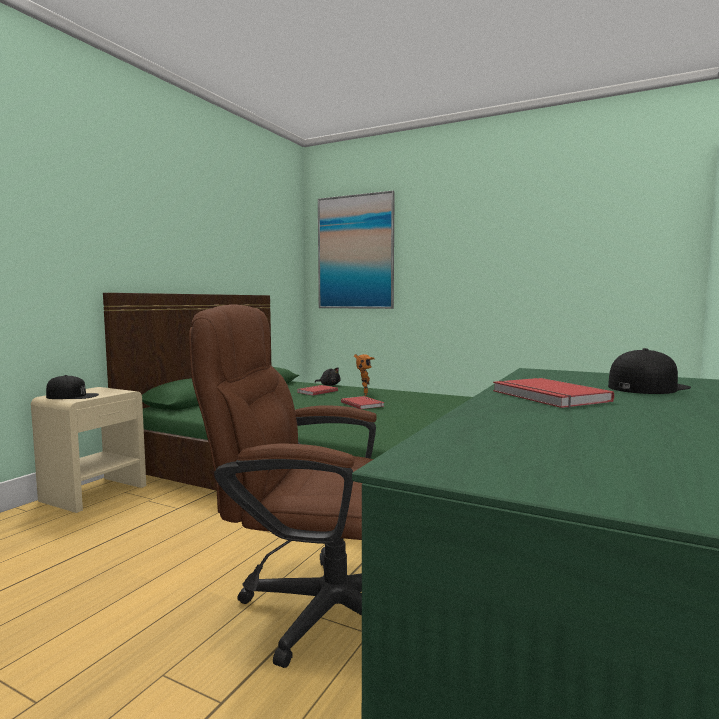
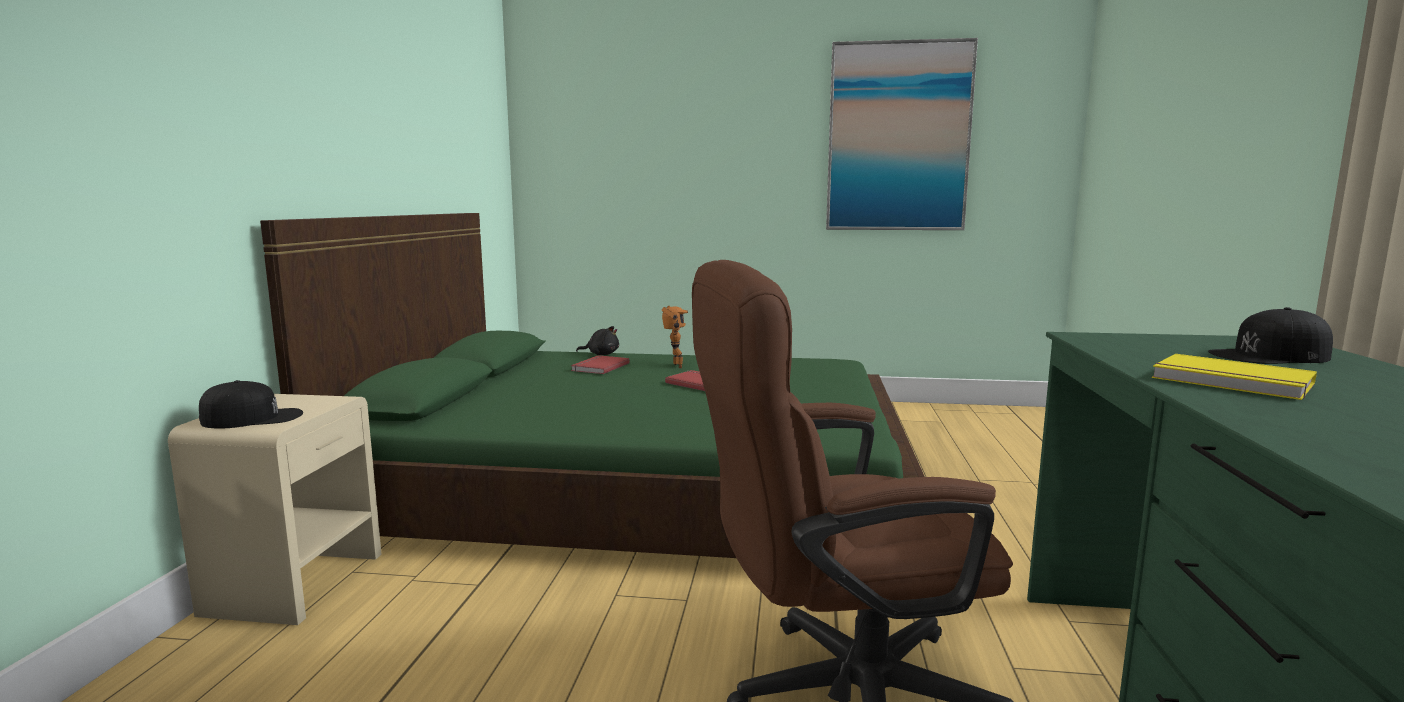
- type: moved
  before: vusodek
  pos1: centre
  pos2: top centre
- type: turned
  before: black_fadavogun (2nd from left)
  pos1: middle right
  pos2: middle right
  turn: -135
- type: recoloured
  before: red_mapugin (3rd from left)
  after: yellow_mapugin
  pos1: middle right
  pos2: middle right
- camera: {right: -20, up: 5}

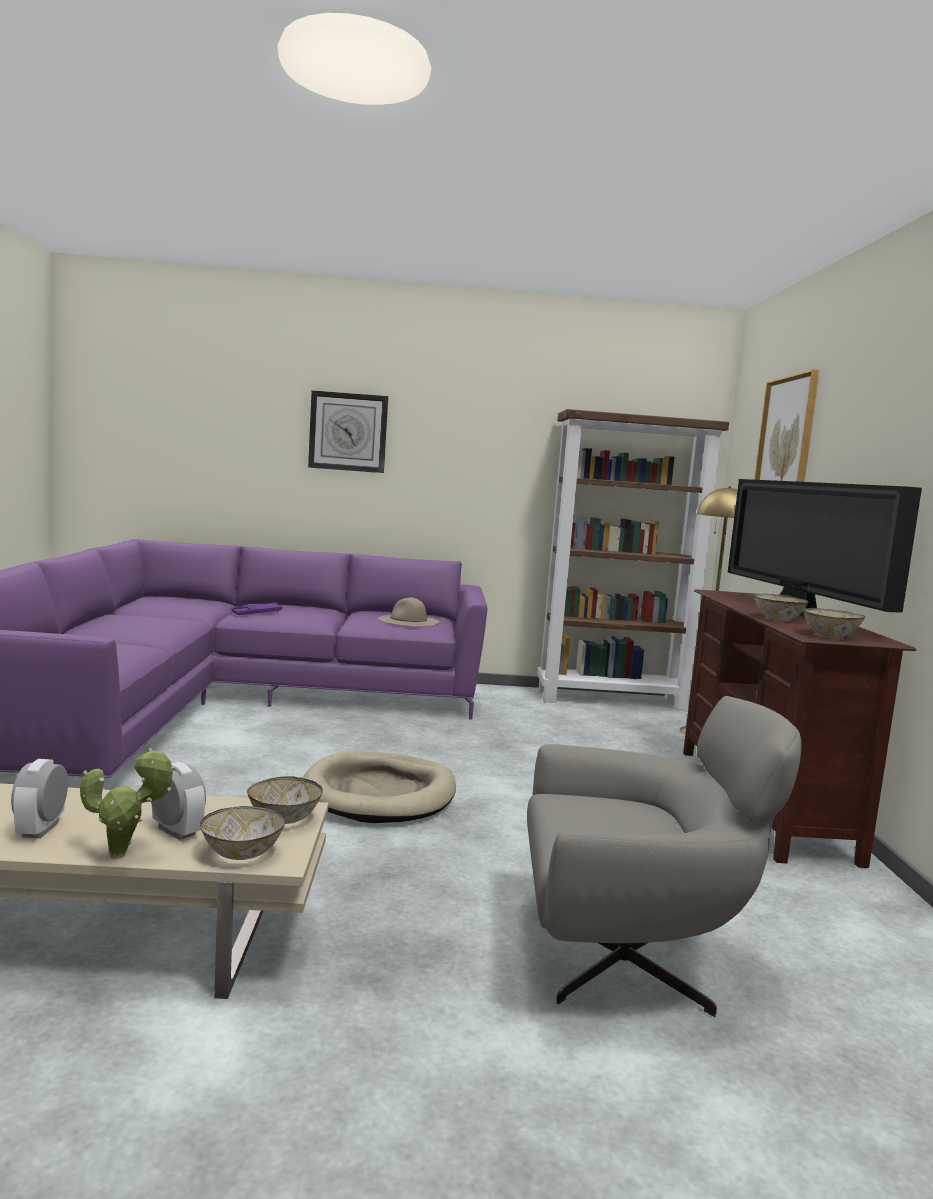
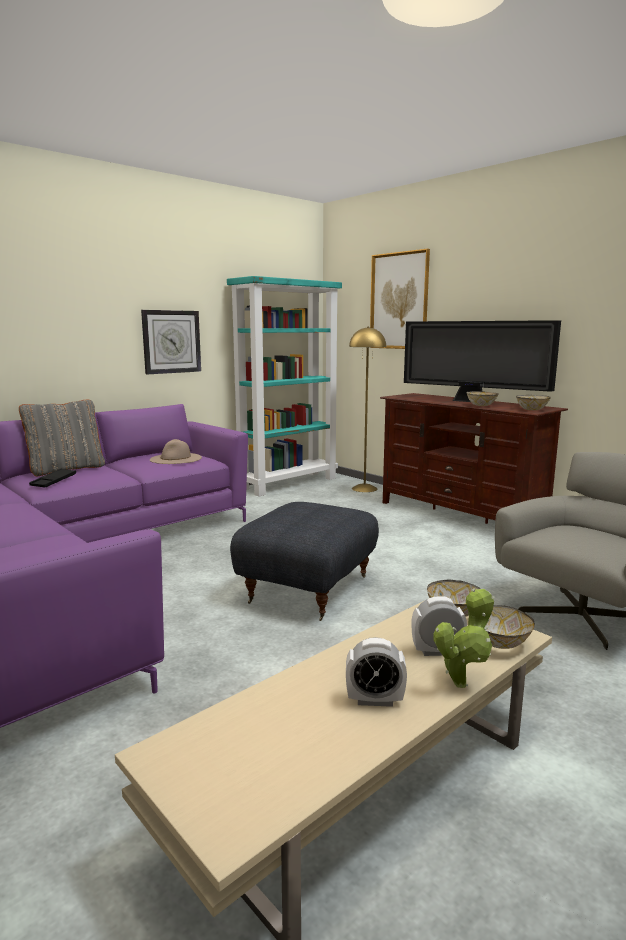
- type: moved
  before: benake
  pos1: centre
  pos2: middle left
- type: recoloured
  before: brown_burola
  after: turquoise_burola
  pos1: middle right
  pos2: centre
- type: recoloured
  before: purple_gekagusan
  after: black_gekagusan
  pos1: middle left
  pos2: middle left
- type: replaced
  before: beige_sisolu
  after: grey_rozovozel
  pos1: centre
  pos2: centre
- type: turned
  before: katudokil (1st from left)
  pos1: middle left
  pos2: bottom centre
  turn: -45
- type: added
  after: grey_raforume
  pos2: middle left
- camera: {right: -40, up: 5}

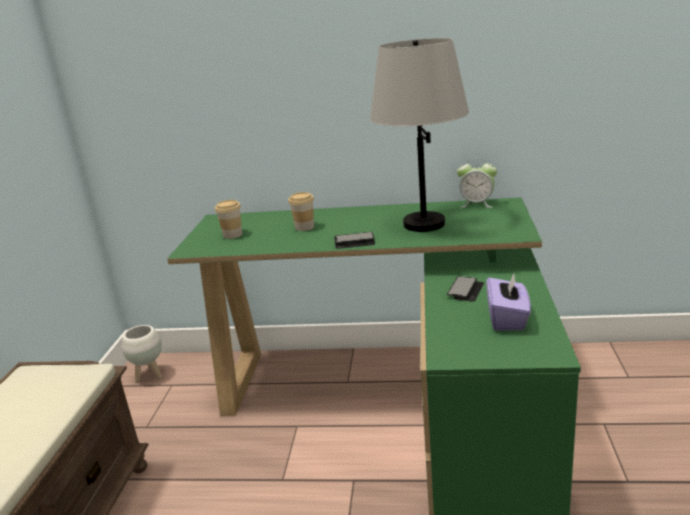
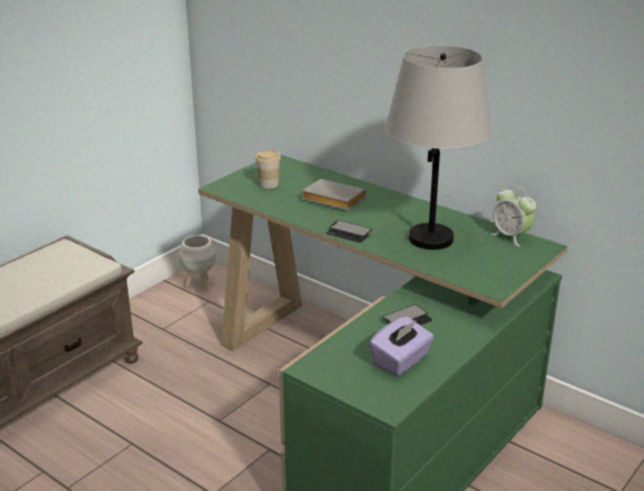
- type: replaced
  before: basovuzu (2nd from left)
  after: grey_mapugin
  pos1: centre
  pos2: centre
- camera: {right: 30, up: 5}

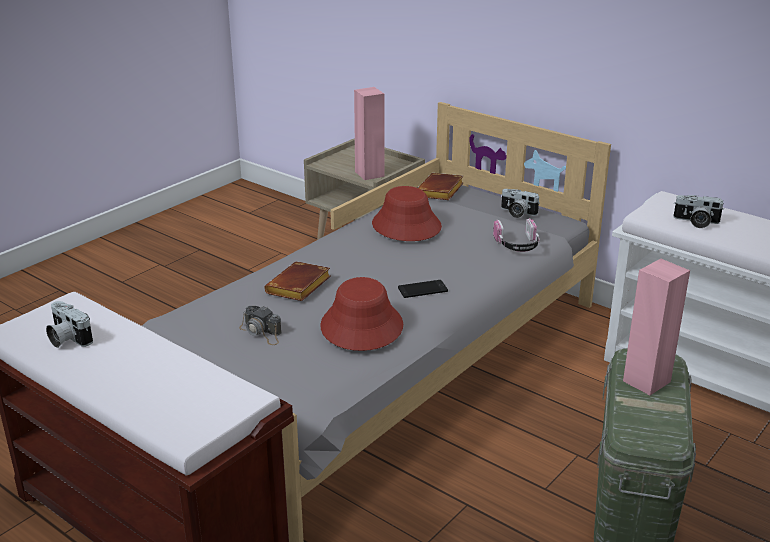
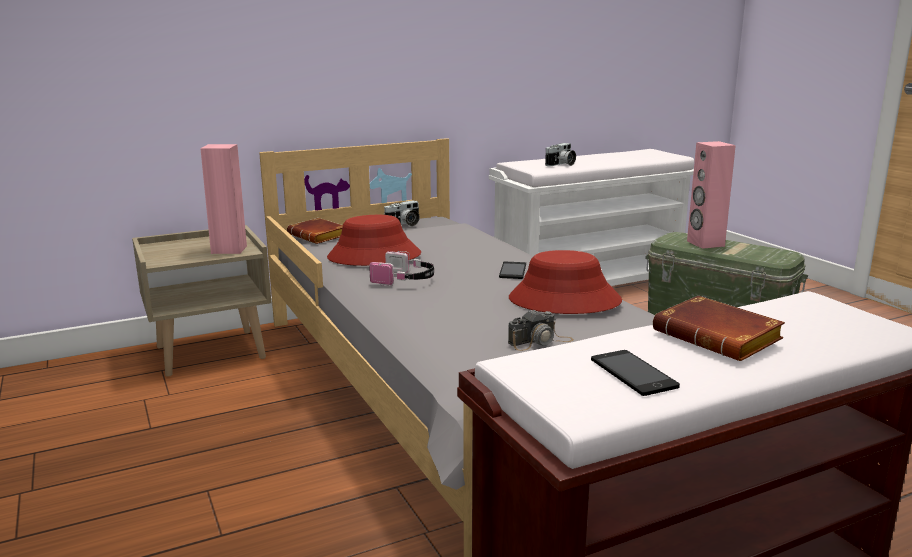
- type: moved
  before: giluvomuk
  pos1: middle right
  pos2: centre
- type: moved
  before: brown_mapugin (1st from left in the first image)
  after: brown_mapugin (2nd from left)
  pos1: centre
  pos2: middle right
- type: replaced
  before: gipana (1st from left)
  after: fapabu (2nd from left)
  pos1: middle left
  pos2: bottom right
- camera: {right: -65, up: -10}

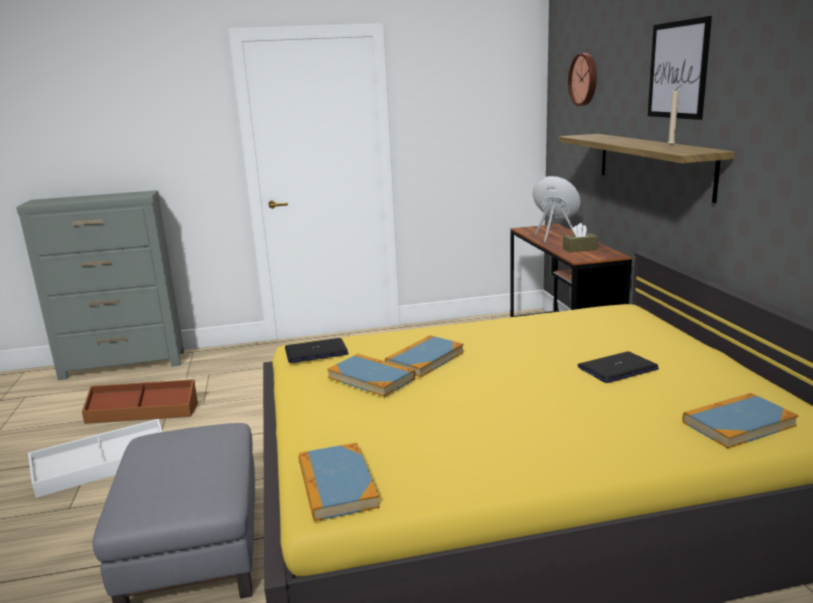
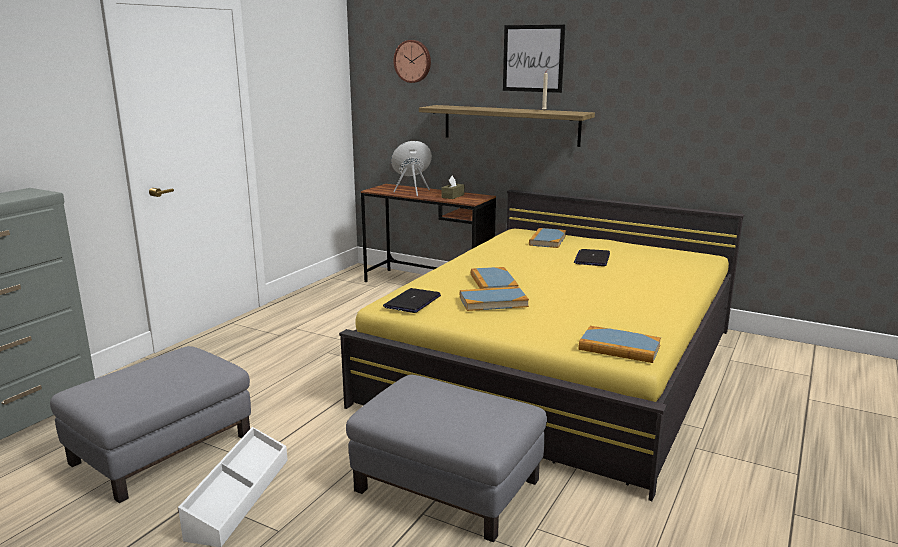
- type: replaced
  before: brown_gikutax
  after: grey_rozovozel (1st from left)
  pos1: middle left
  pos2: bottom left
- type: moved
  before: mapugin (4th from left in the first image)
  after: mapugin (3rd from left)
  pos1: bottom right
  pos2: centre
- camera: {right: -50, up: 0}

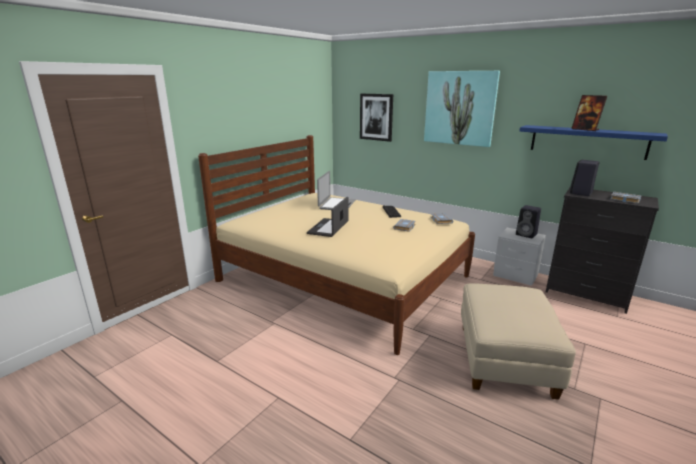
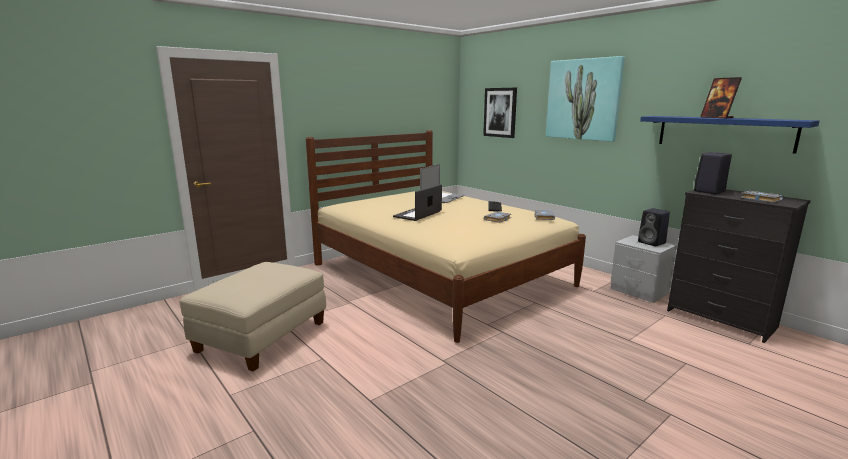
- type: moved
  before: beige_rozovozel
  pos1: bottom right
  pos2: bottom left
- camera: {right: 15, up: -5}

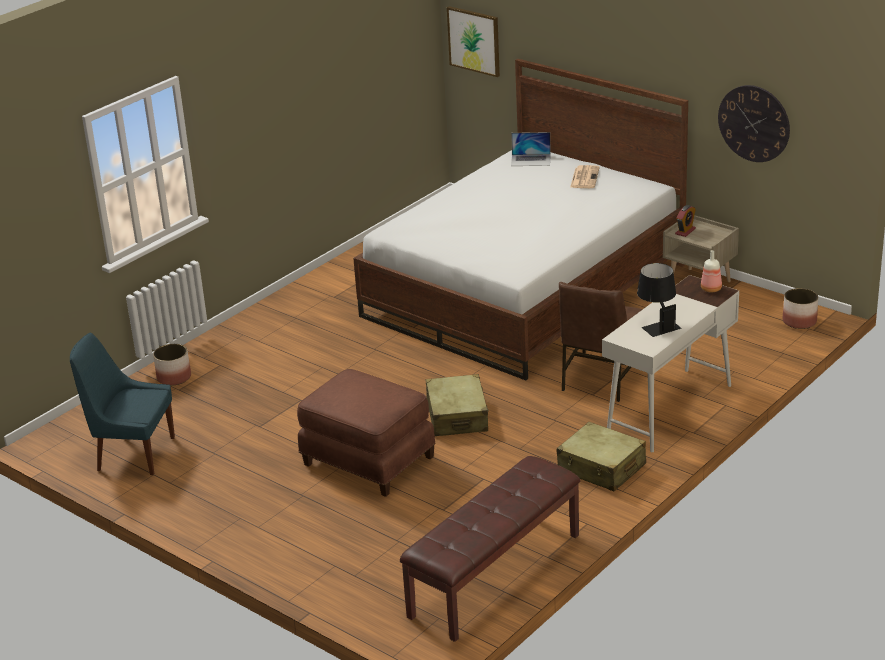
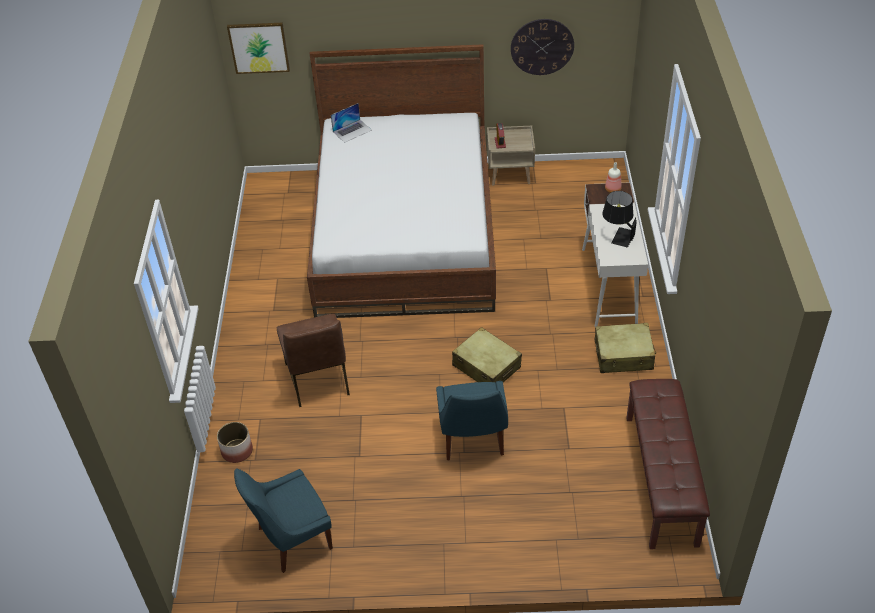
- type: removed
  before: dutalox
  pos1: top centre
- type: moved
  before: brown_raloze
  pos1: middle right
  pos2: centre
- type: removed
  before: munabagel (2nd from left)
  pos1: middle right
- type: replaced
  before: brown_rozovozel
  after: blue_raloze (2nd from left)
  pos1: centre
  pos2: bottom centre
- camera: {right: -40, up: 15}

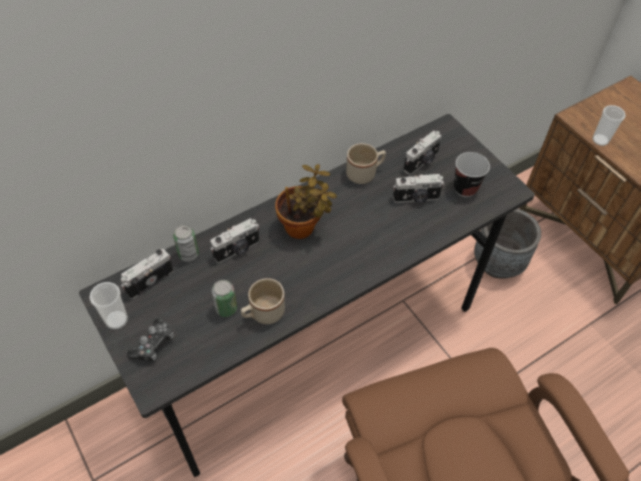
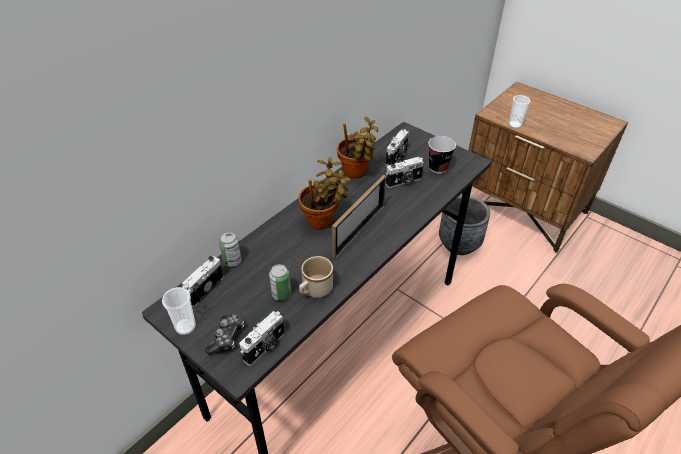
- type: replaced
  before: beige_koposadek (2nd from left)
  after: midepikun (2nd from left)
  pos1: centre
  pos2: top centre
- type: moved
  before: gipana (2nd from left)
  pos1: centre
  pos2: bottom centre
- type: added
  after: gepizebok
  pos2: centre
- camera: {right: -15, up: -10}

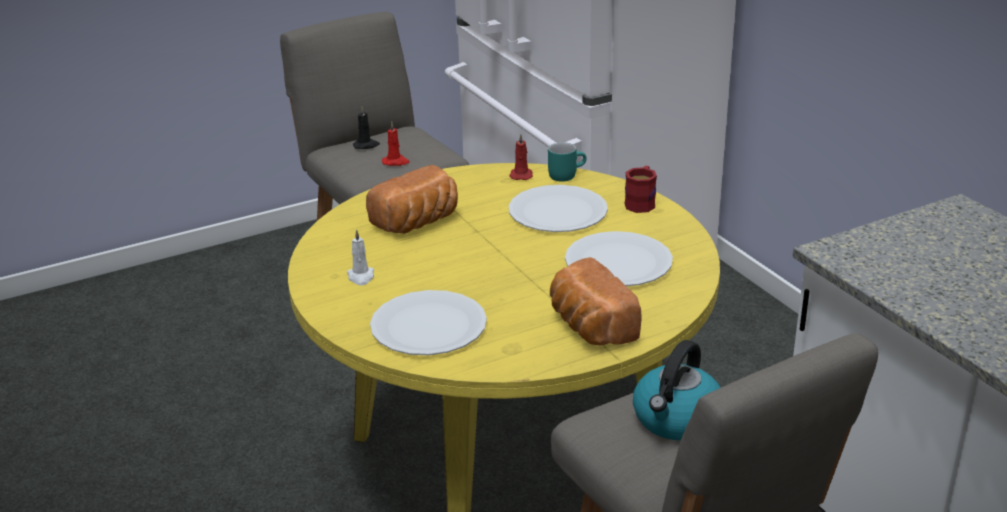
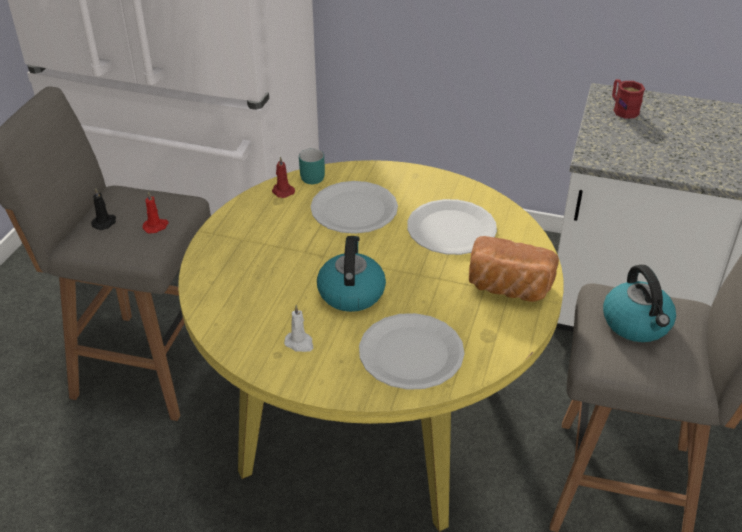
- type: removed
  before: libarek (1st from left)
  pos1: centre
- type: moved
  before: red_koposadek
  pos1: centre
  pos2: top right
- type: added
  after: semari (1st from left)
  pos2: centre
- camera: {right: -45, up: 10}

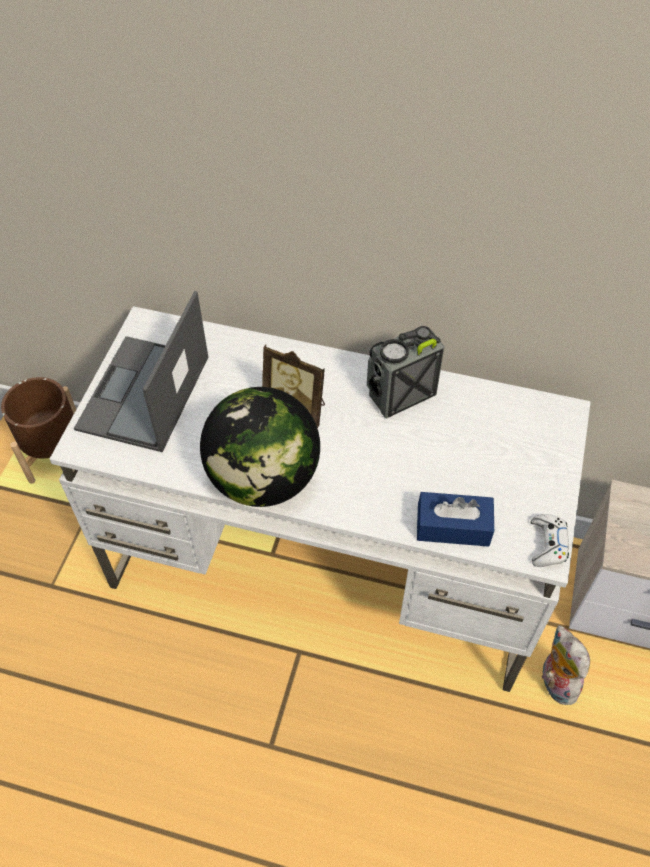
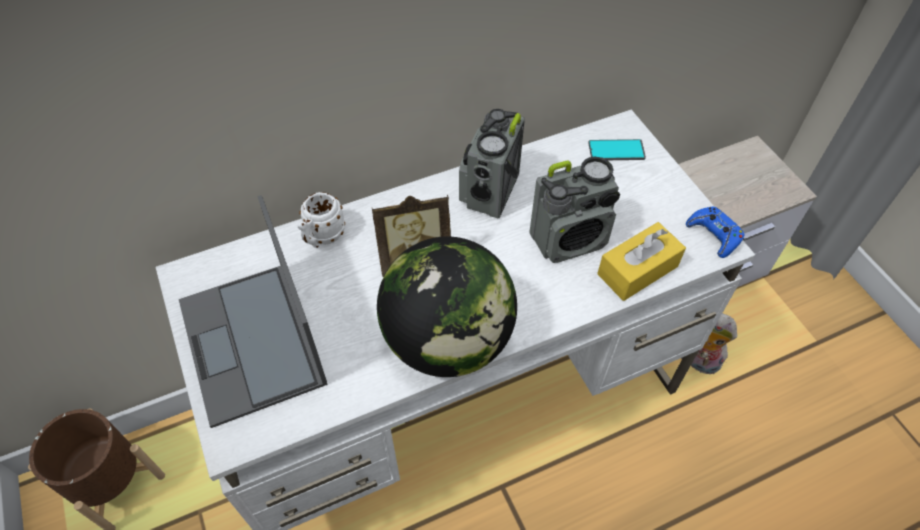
- type: recoloured
  before: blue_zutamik
  after: yellow_zutamik
  pos1: middle right
  pos2: middle right
- type: recoloured
  before: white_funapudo
  after: blue_funapudo
  pos1: middle right
  pos2: middle right
- type: added
  after: fapabu
  pos2: top right
- type: added
  after: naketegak (2nd from left)
  pos2: centre
- type: added
  after: white_koposadek
  pos2: centre
- camera: {right: -40, up: 0}

